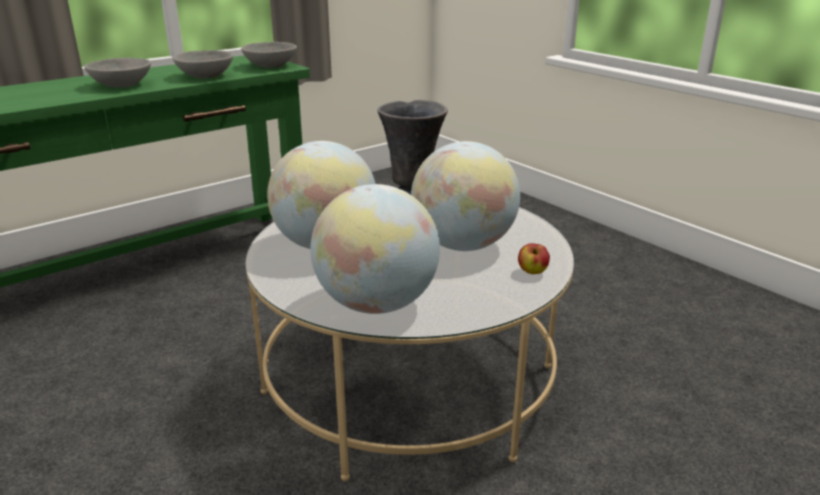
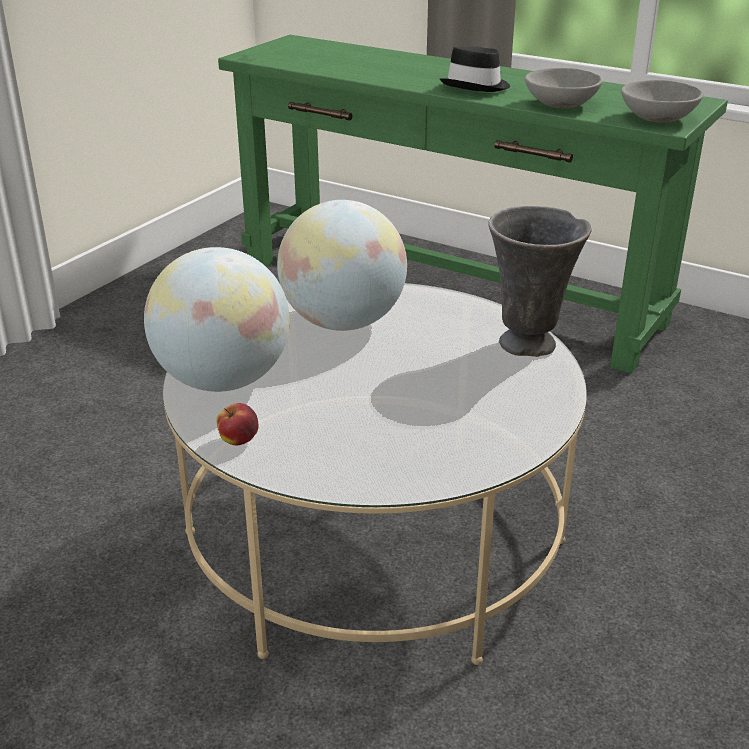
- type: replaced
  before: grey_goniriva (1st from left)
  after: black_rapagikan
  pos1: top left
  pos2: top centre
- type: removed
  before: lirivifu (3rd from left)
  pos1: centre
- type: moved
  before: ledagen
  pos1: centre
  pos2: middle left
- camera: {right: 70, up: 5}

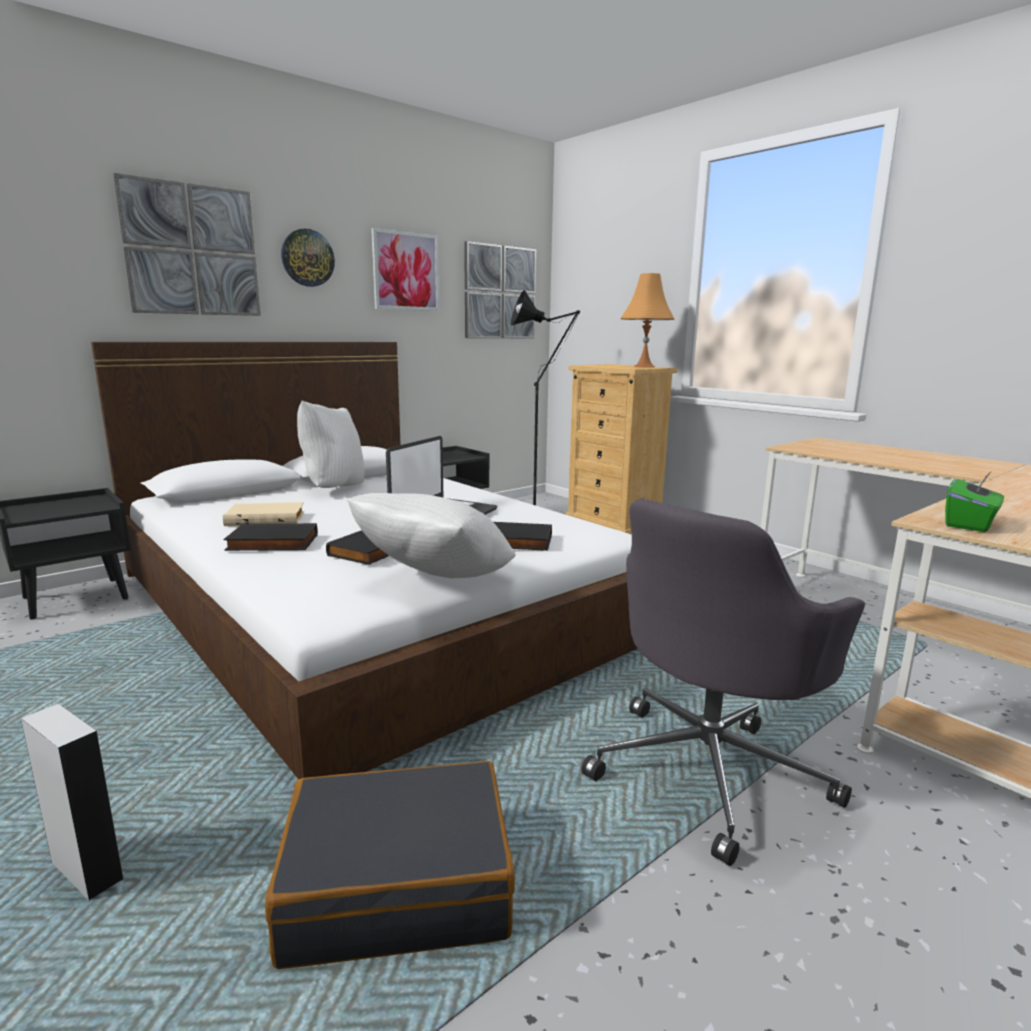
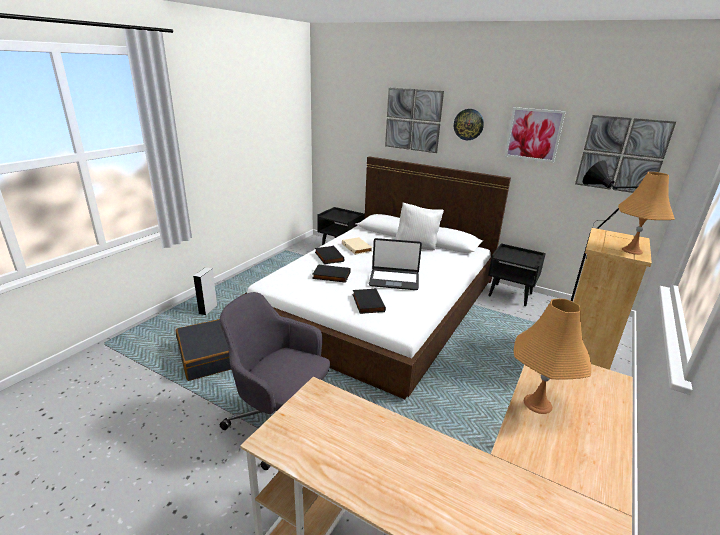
- type: removed
  before: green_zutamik
  pos1: middle right
- type: removed
  before: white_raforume (2nd from left)
  pos1: centre
- type: added
  after: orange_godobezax (1st from left)
  pos2: middle right
- camera: {right: 70, up: 10}

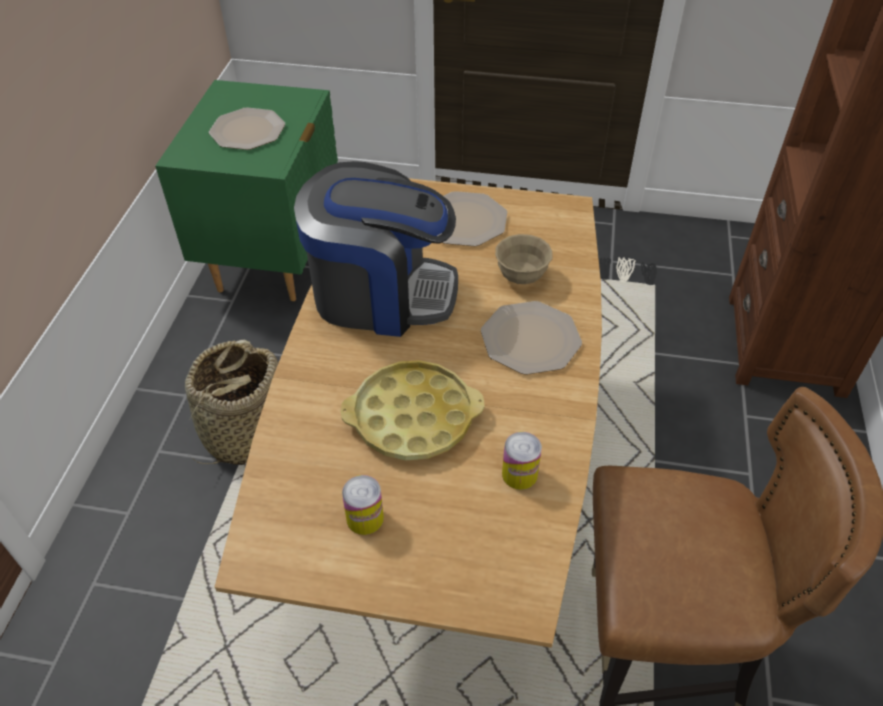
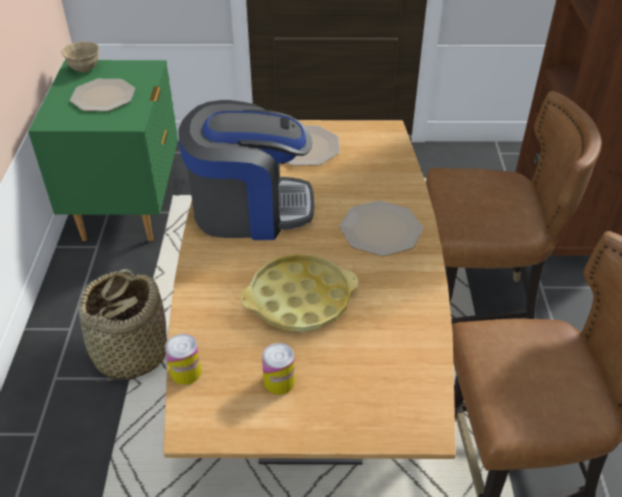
- type: moved
  before: beige_goniriva
  pos1: centre
  pos2: top left
- type: moved
  before: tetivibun (2nd from left in the first image)
  after: tetivibun (1st from left)
  pos1: centre
  pos2: bottom left
- type: added
  after: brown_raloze (1st from left)
  pos2: middle right
- camera: {right: -10, up: -5}

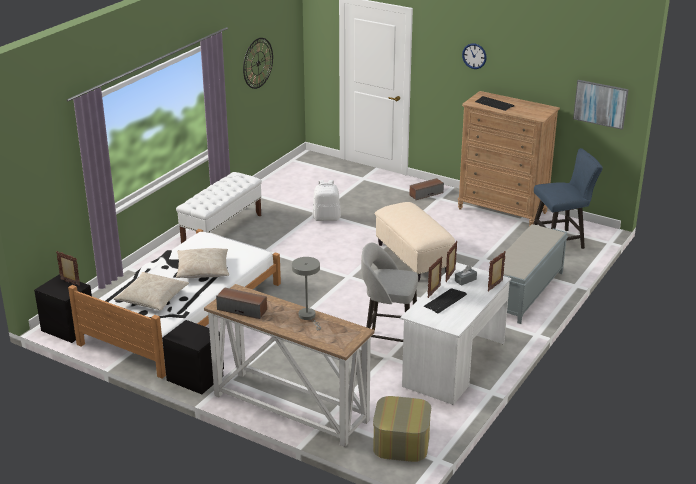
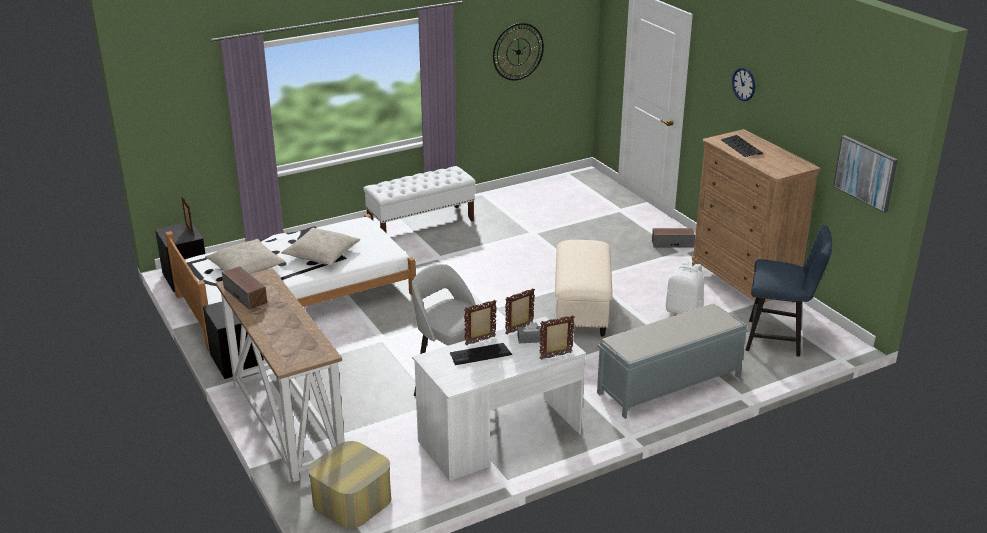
- type: moved
  before: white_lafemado
  pos1: centre
  pos2: middle right
- type: removed
  before: grey_godobezax
  pos1: centre
- camera: {right: 30, up: 0}

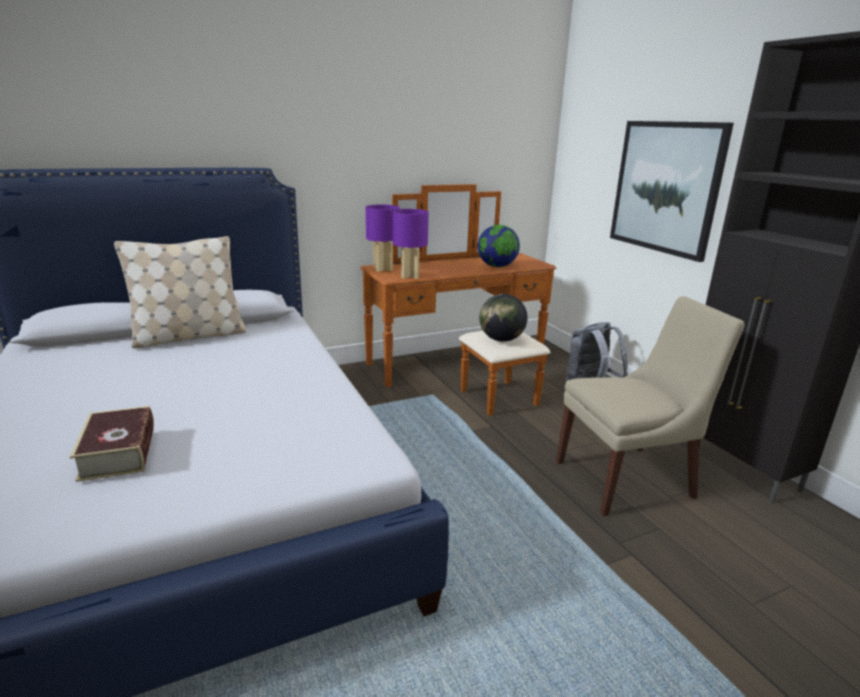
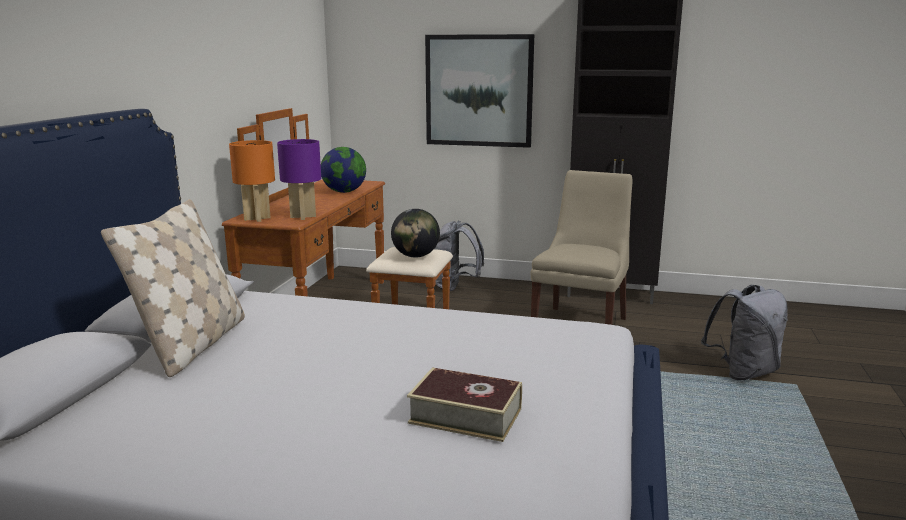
- type: recoloured
  before: purple_godobezax (1st from left)
  after: orange_godobezax
  pos1: centre
  pos2: middle left
- type: added
  after: grey_lafemado (2nd from left)
  pos2: middle right
- camera: {right: -50, up: -5}

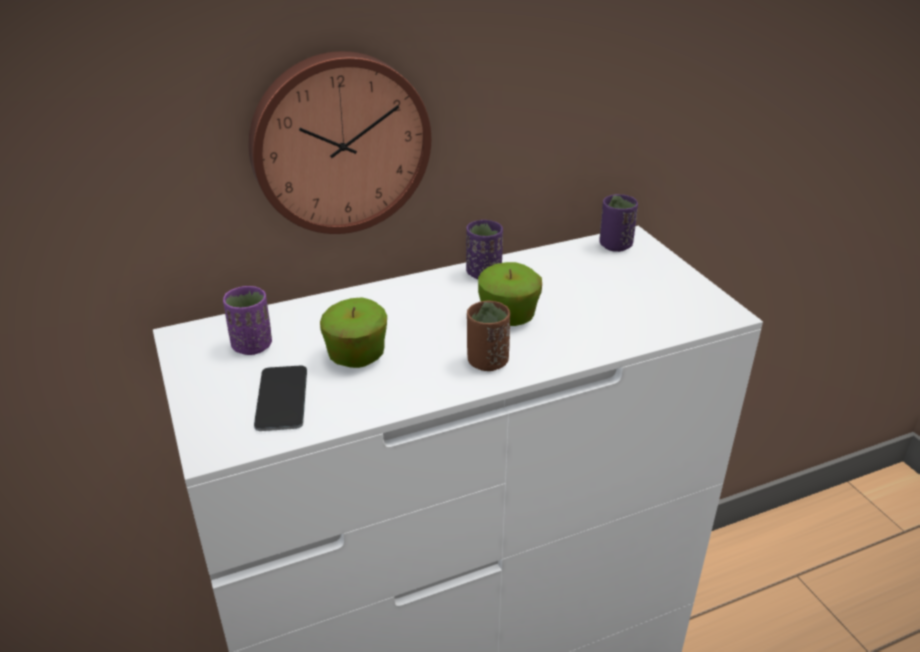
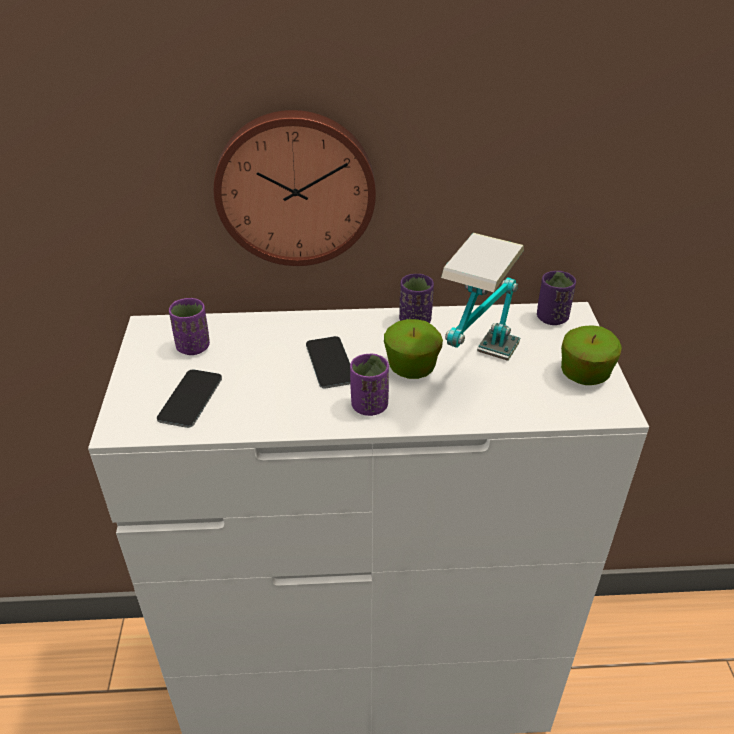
- type: moved
  before: ledagen (1st from left in the first image)
  after: ledagen (2nd from left)
  pos1: centre
  pos2: middle right
- type: recoloured
  before: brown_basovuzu
  after: purple_basovuzu (2nd from left)
  pos1: centre
  pos2: centre
- type: added
  after: godobezax
  pos2: centre
- type: added
  after: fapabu (2nd from left)
  pos2: centre
- camera: {right: 20, up: 5}

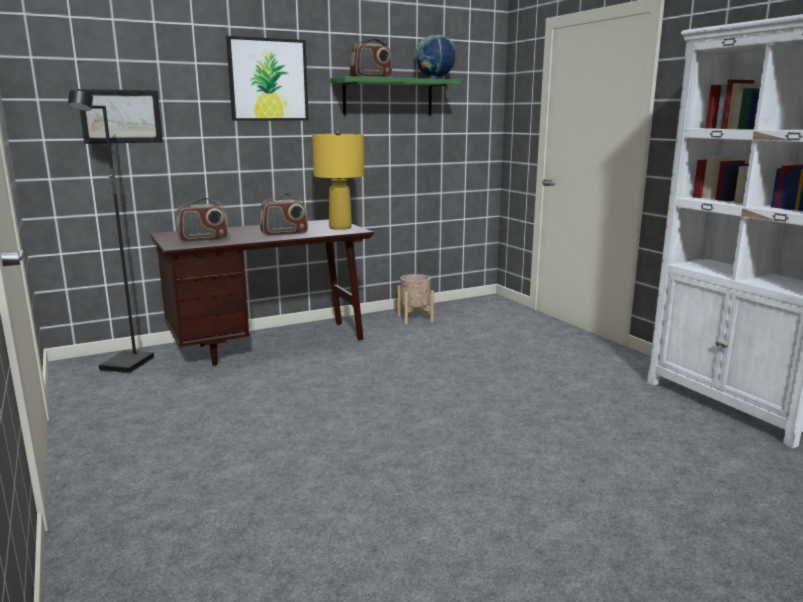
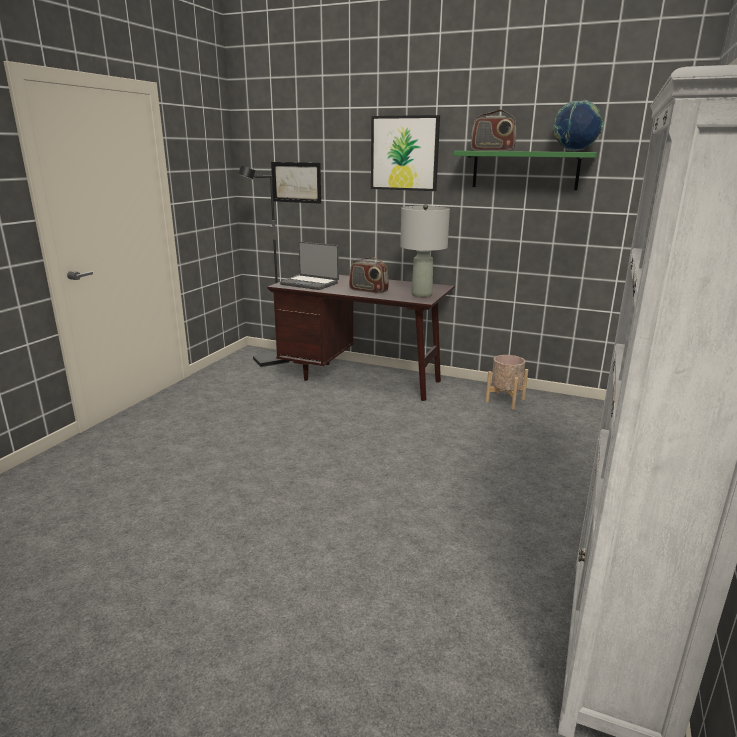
- type: recoloured
  before: yellow_godobezax
  after: grey_godobezax
  pos1: top centre
  pos2: centre
- type: replaced
  before: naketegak (1st from left)
  after: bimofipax
  pos1: middle left
  pos2: centre
- camera: {right: 50, up: 5}

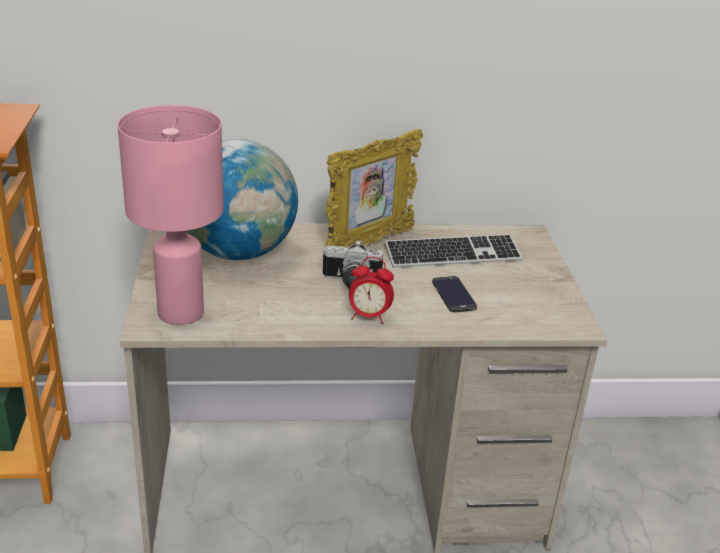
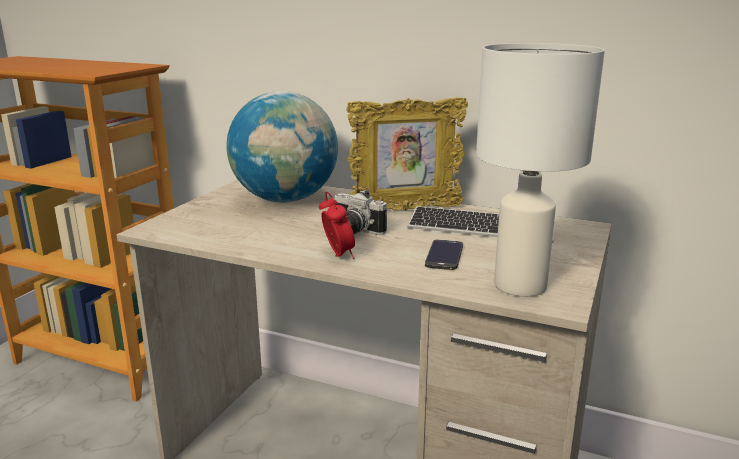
- type: removed
  before: pink_godobezax
  pos1: middle left
- type: turned
  before: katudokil
  pos1: centre
  pos2: centre
  turn: -150
- type: added
  after: white_godobezax
  pos2: middle right
- camera: {right: 30, up: -10}

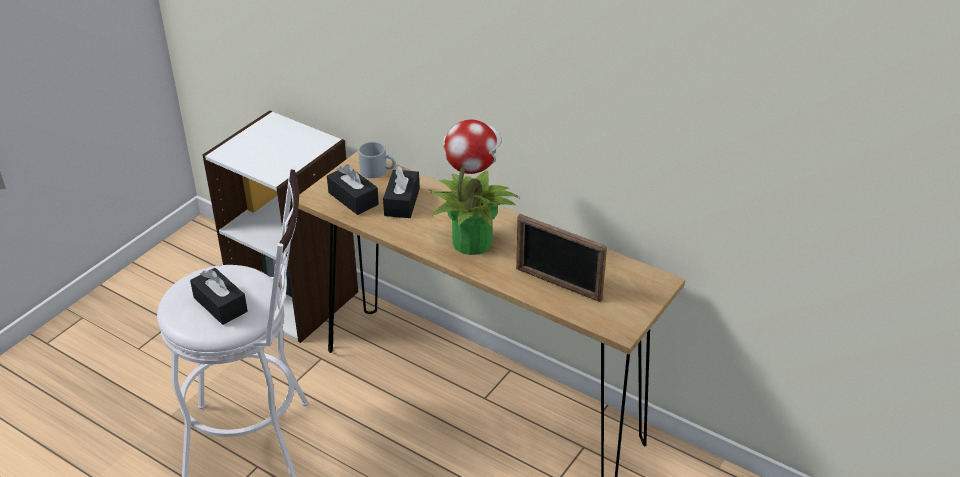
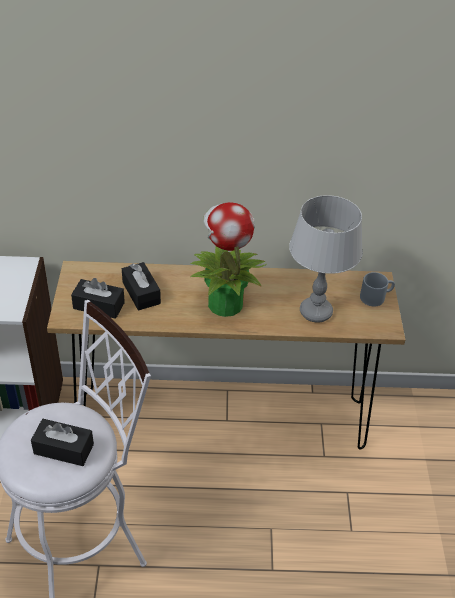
- type: moved
  before: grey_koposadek
  pos1: centre
  pos2: middle right
- type: replaced
  before: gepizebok
  after: grey_godobezax
  pos1: centre
  pos2: middle right
- camera: {right: -35, up: 5}

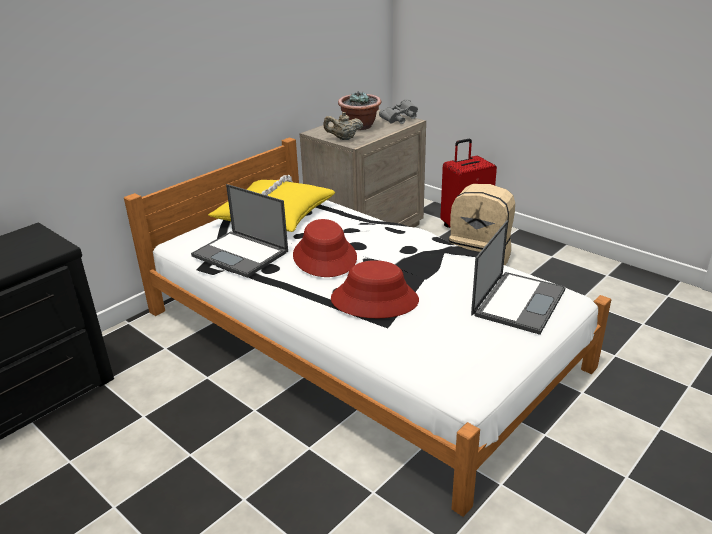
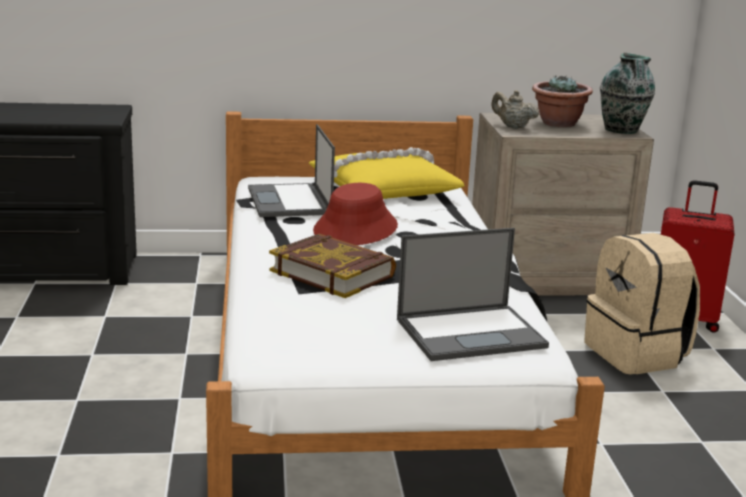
- type: replaced
  before: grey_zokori
  after: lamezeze
  pos1: top centre
  pos2: top right
- type: replaced
  before: red_rapagikan (2nd from left)
  after: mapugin
  pos1: centre
  pos2: centre
- camera: {right: 40, up: -10}

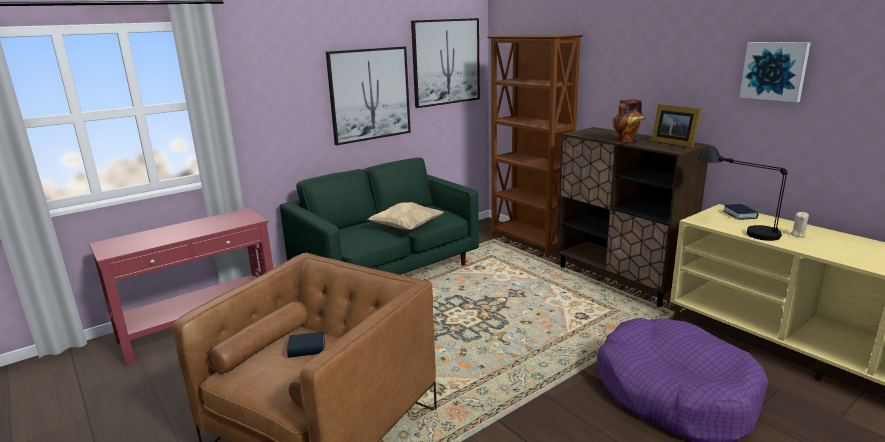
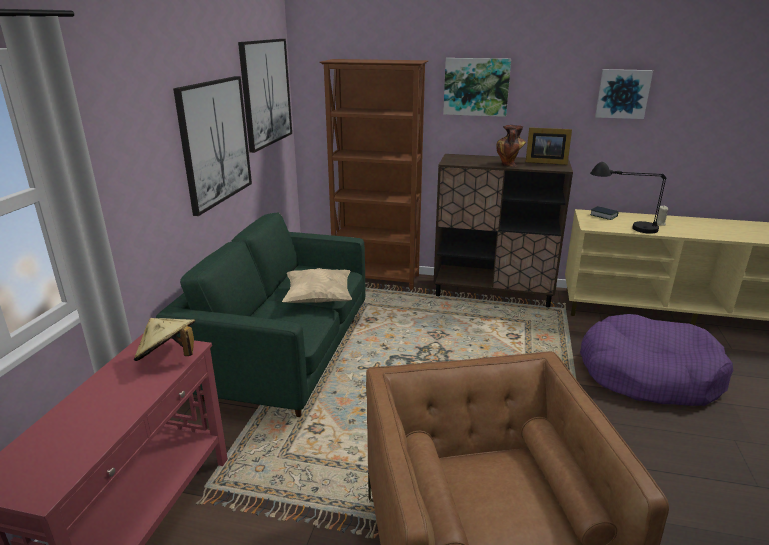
- type: removed
  before: mapugin (1st from left)
  pos1: bottom centre
- type: added
  after: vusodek (3rd from left)
  pos2: top centre
- type: added
  after: beige_rapagikan
  pos2: middle left
- camera: {right: -40, up: 5}

